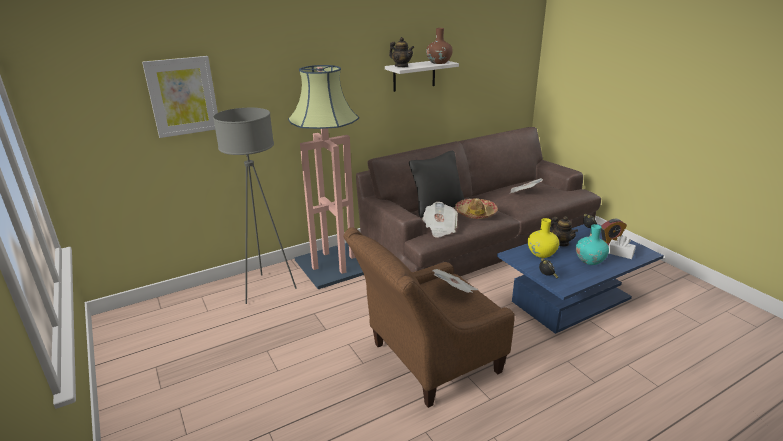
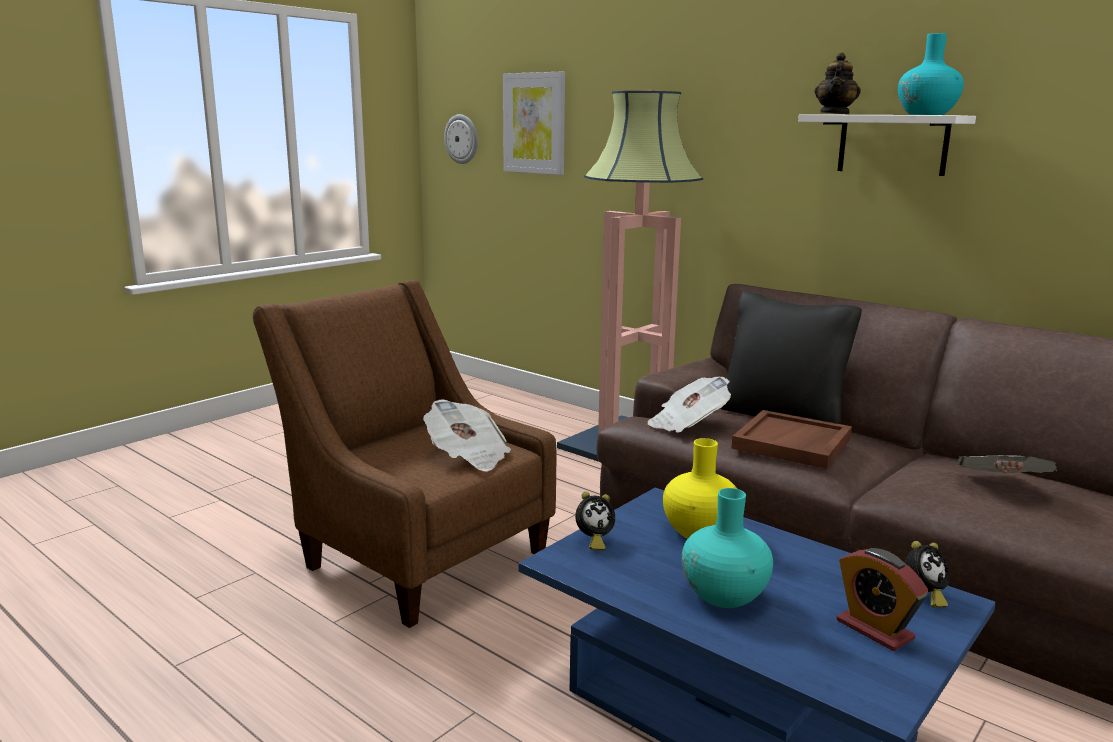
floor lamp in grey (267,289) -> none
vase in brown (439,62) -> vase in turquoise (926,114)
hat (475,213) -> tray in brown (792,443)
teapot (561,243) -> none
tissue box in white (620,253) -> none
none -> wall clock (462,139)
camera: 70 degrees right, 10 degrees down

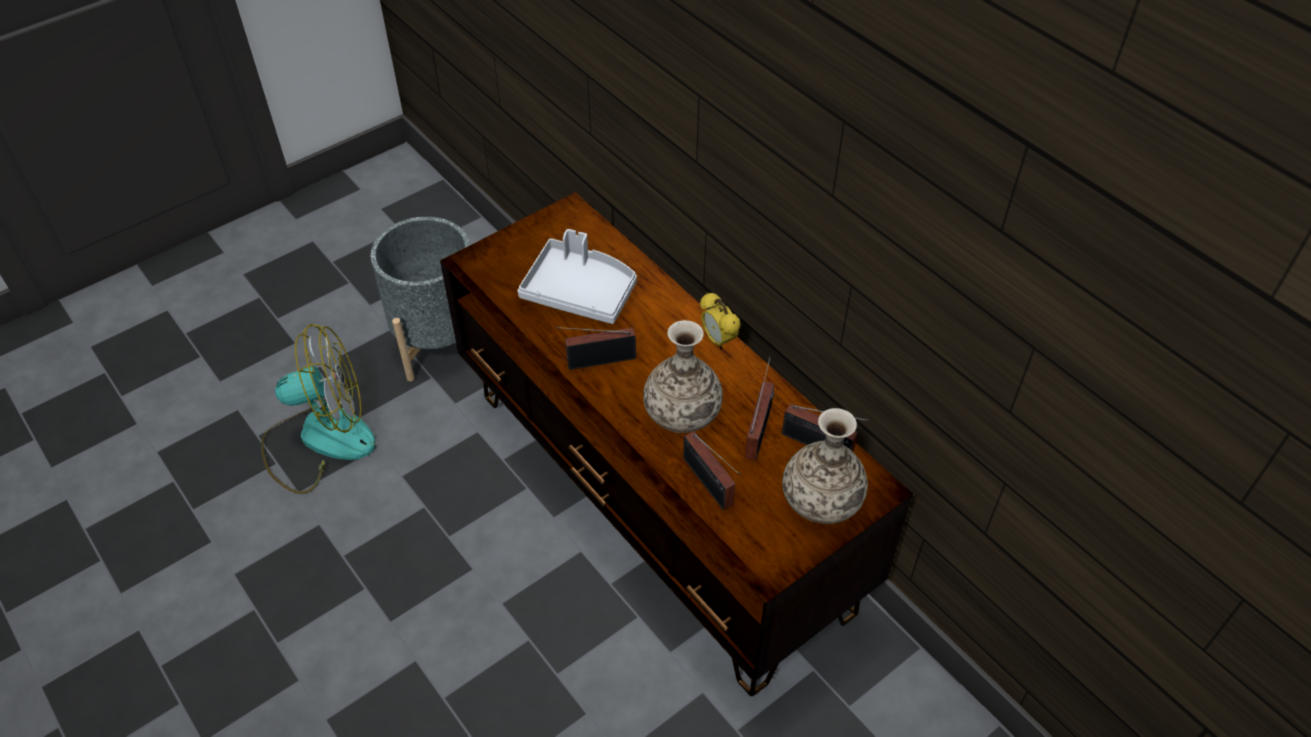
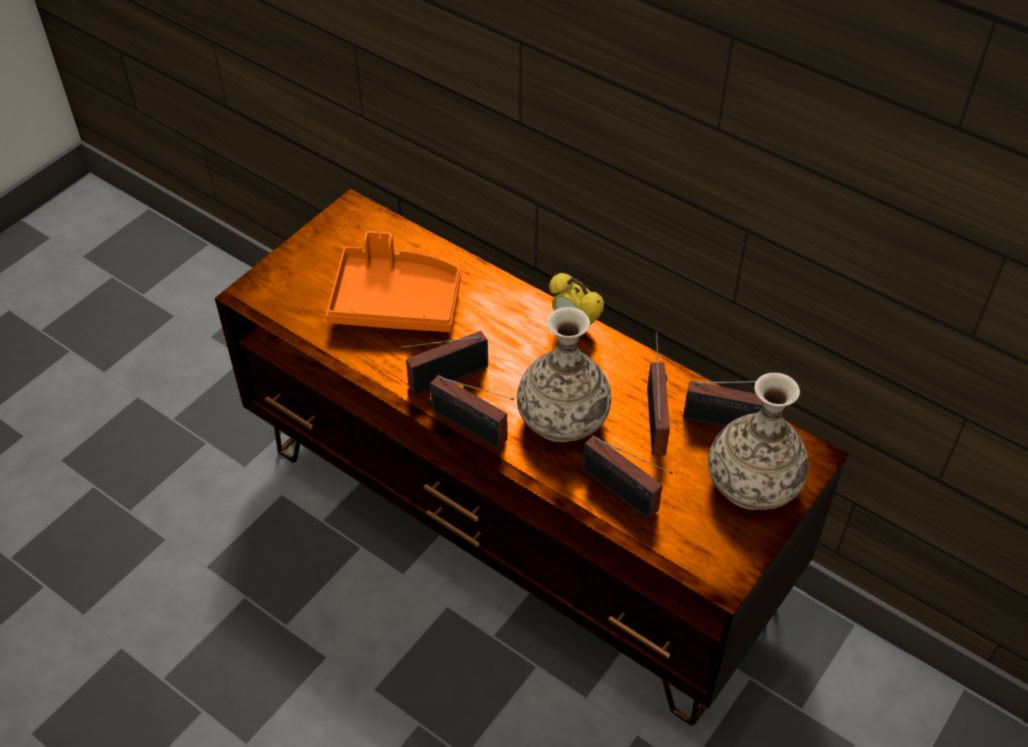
fan (319,439) -> none
planter in grey (439,340) -> none
tray in grey (580,291) -> tray in orange (396,302)
none -> radio (472,428)
camera: 15 degrees left, 0 degrees up

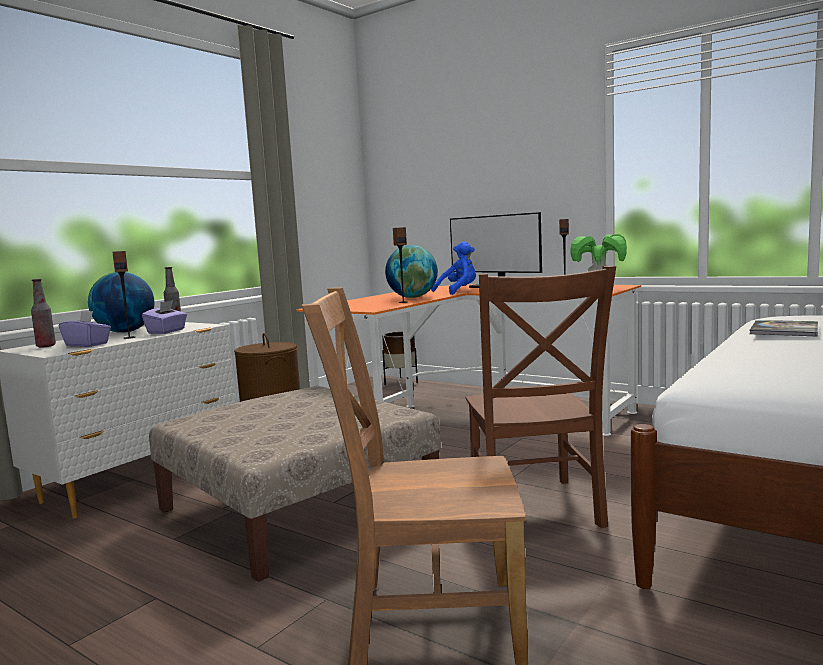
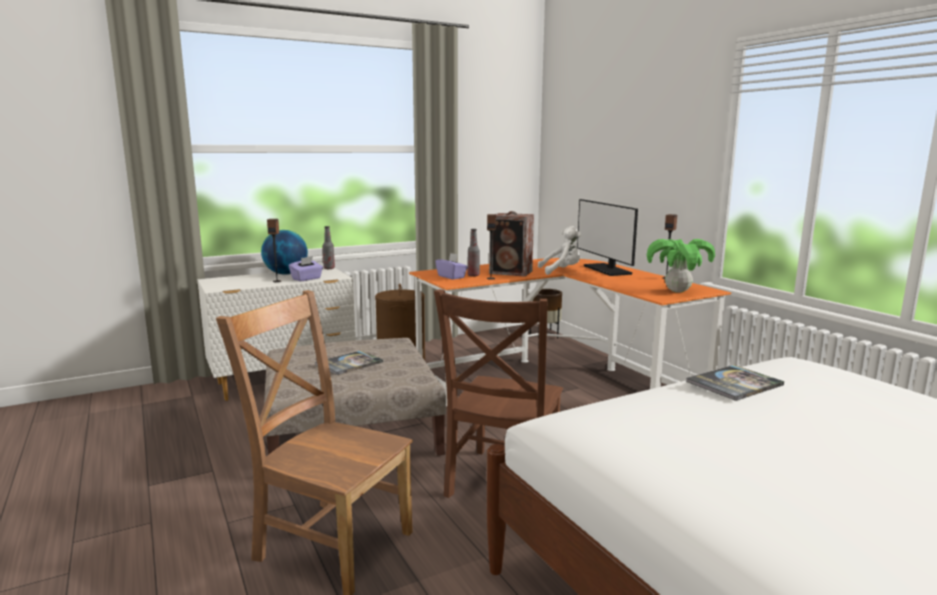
bottle (46,346) -> bottle (473,275), moved
tissue box in purple (87,344) -> tissue box in purple (451,277), moved
globe (413,297) -> speaker (512,272)
plush toy in blue (458,291) -> plush toy in white (561,271)
none -> book (349,363)
camera: 25 degrees right, 5 degrees up

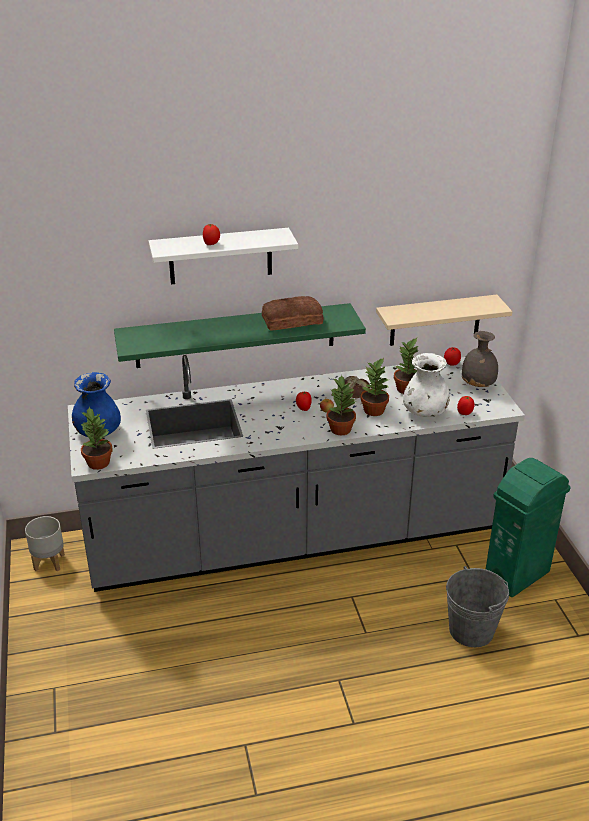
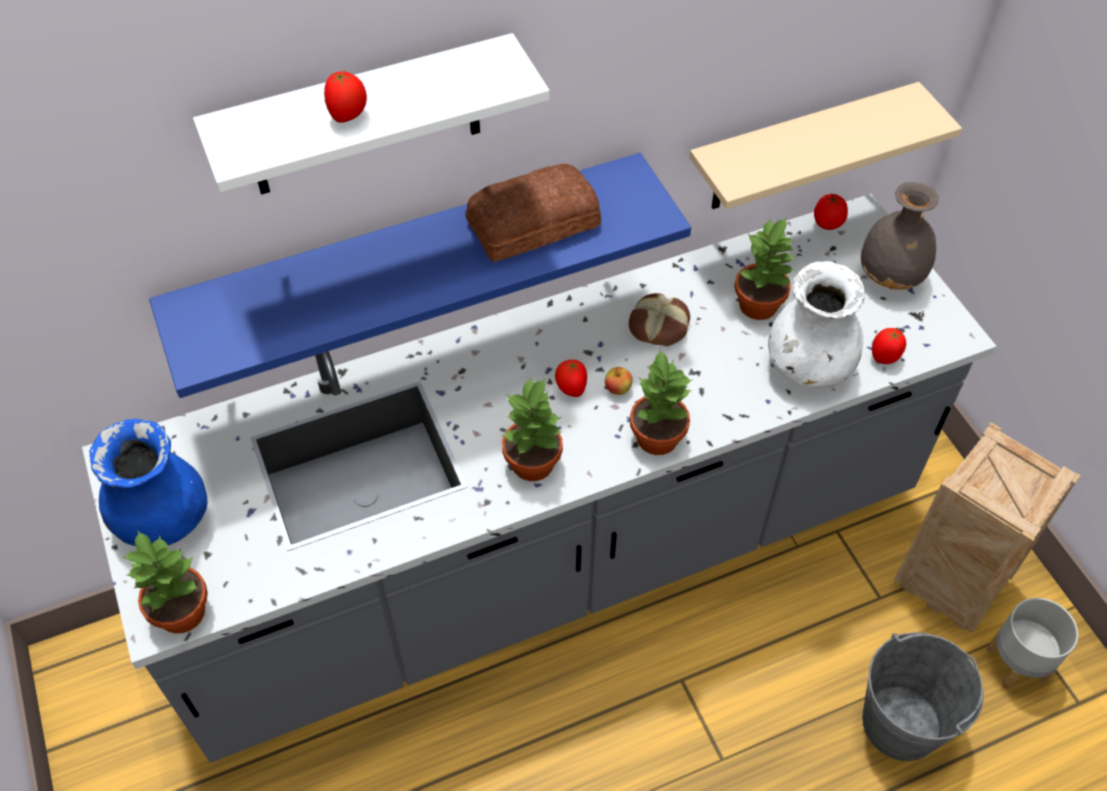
planter in grey (50,562) -> planter in grey (1017,663), moved
shelf in green (235,335) -> shelf in blue (411,255)
potted plant (374,410) -> potted plant (534,464), moved
trash can in green (517,575) -> crate (953,583)
camera: 10 degrees left, 20 degrees up

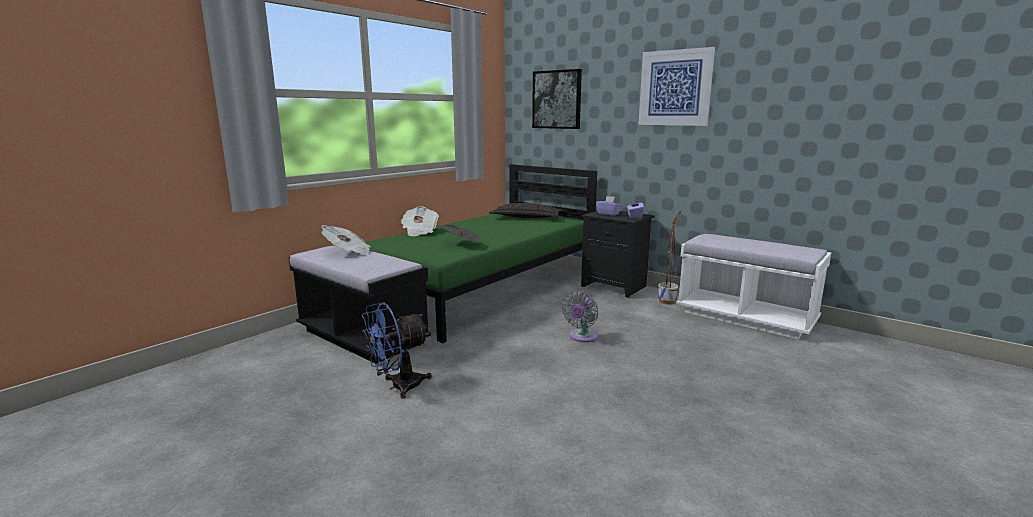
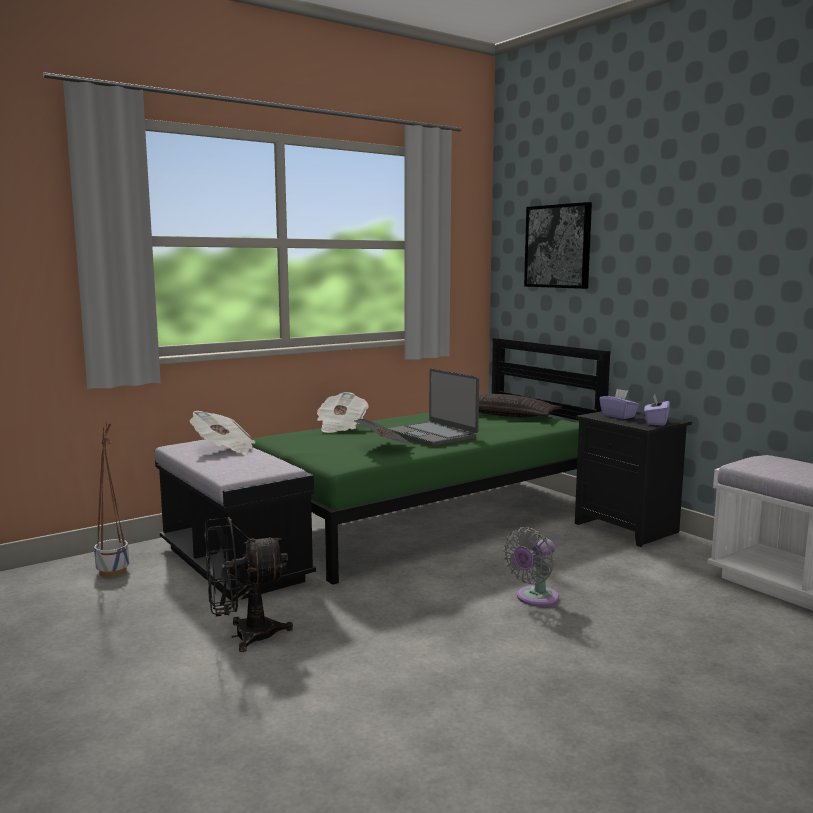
fan in blue (398,387) -> fan in black (244,636)
picture (675,88) -> none
planter (667,301) -> planter (113,571), moved
none -> laptop (432,435)
camera: 15 degrees right, 5 degrees down

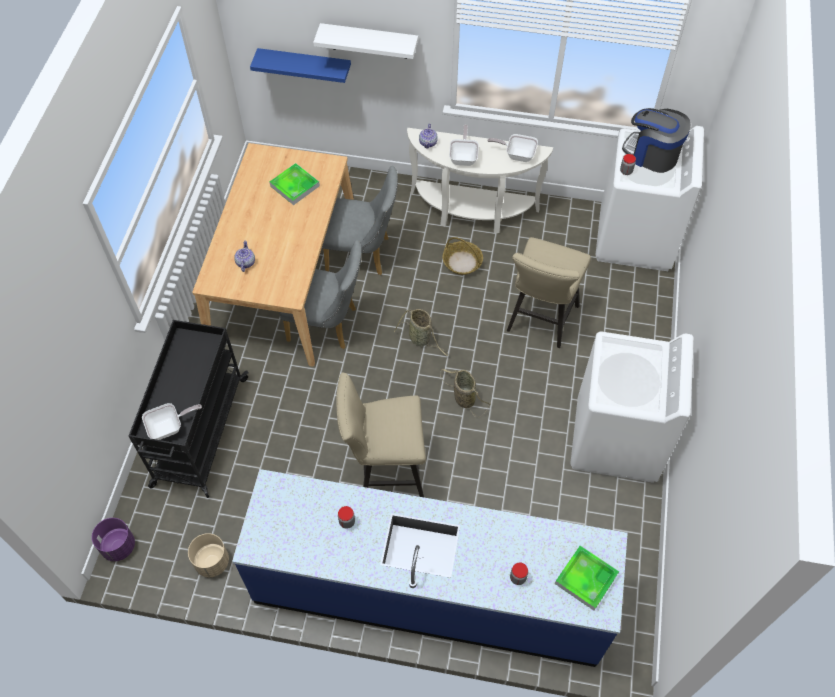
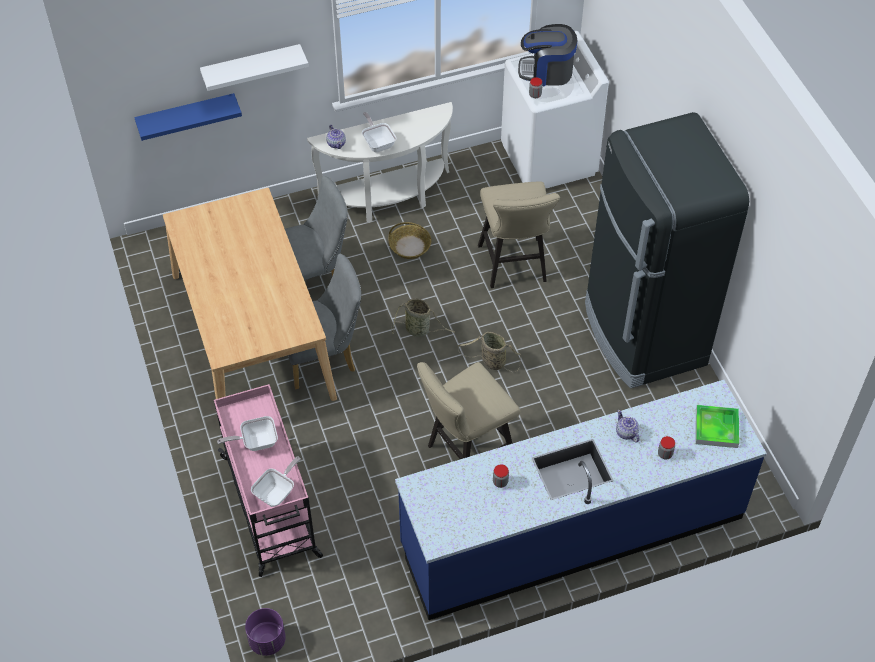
cart in black (199,433) -> cart in pink (271,507)
planter in beige (211,562) -> none
teapot (245,263) -> teapot (626,433), moved
tray (295,186) -> none
frying pan (517,154) -> frying pan (256,442), moved
washing machine in white (616,440) -> fridge in black (643,335)
camera: 30 degrees left, 5 degrees down

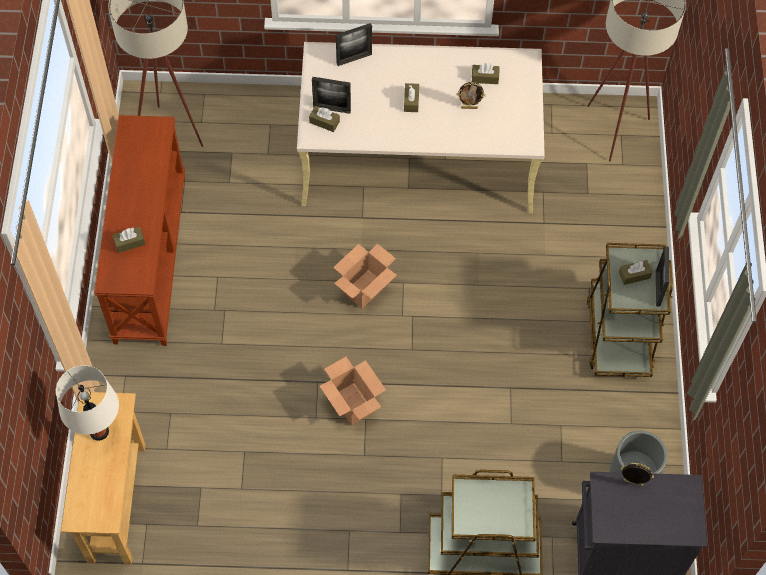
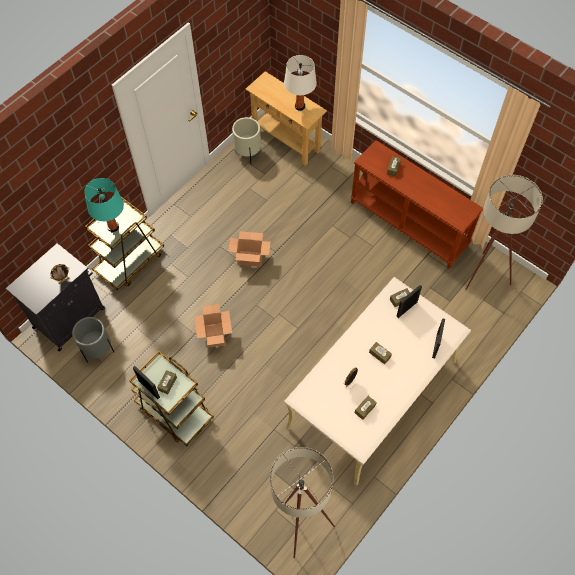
cardboard box (365,288) -> cardboard box (215,335), moved
none -> table lamp in turquoise (113,227)
none -> planter in beige (248,153)
camera: 130 degrees right, 0 degrees up

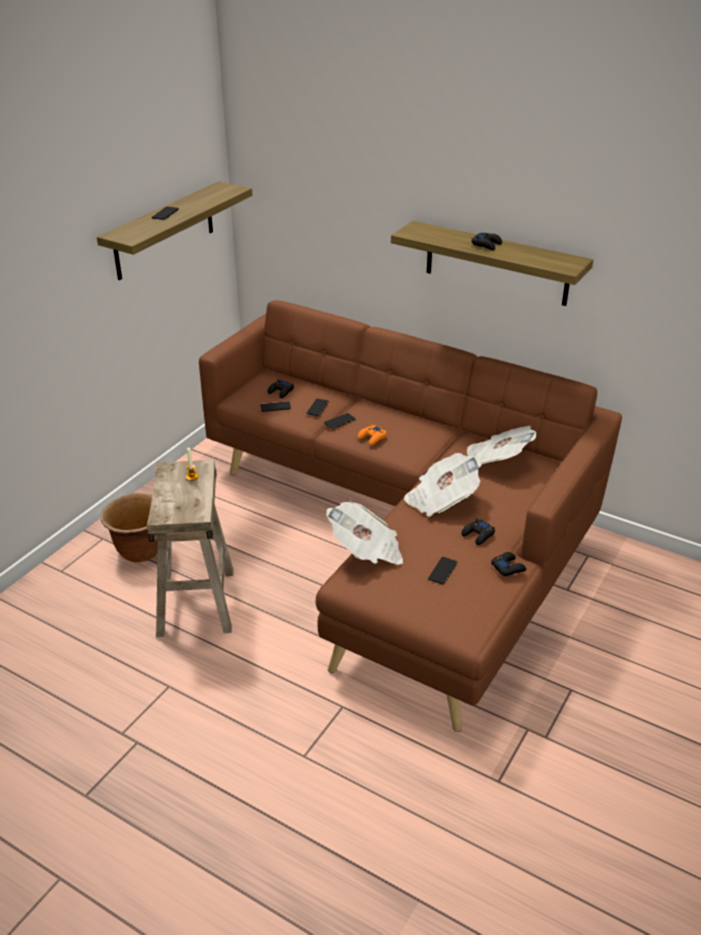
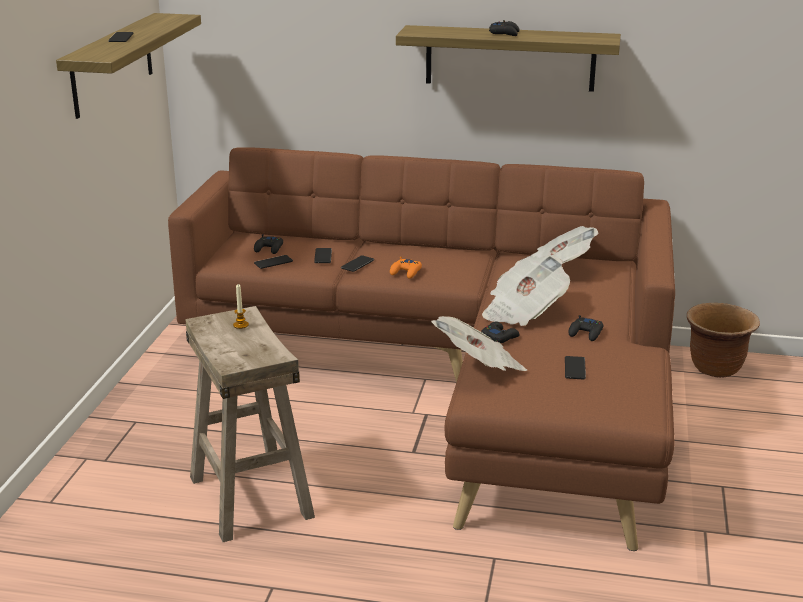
planter in brown (140,551) -> planter in brown (716,368), moved
game controller in black (508,567) -> game controller in black (499,337), moved
camera: 20 degrees left, 10 degrees down

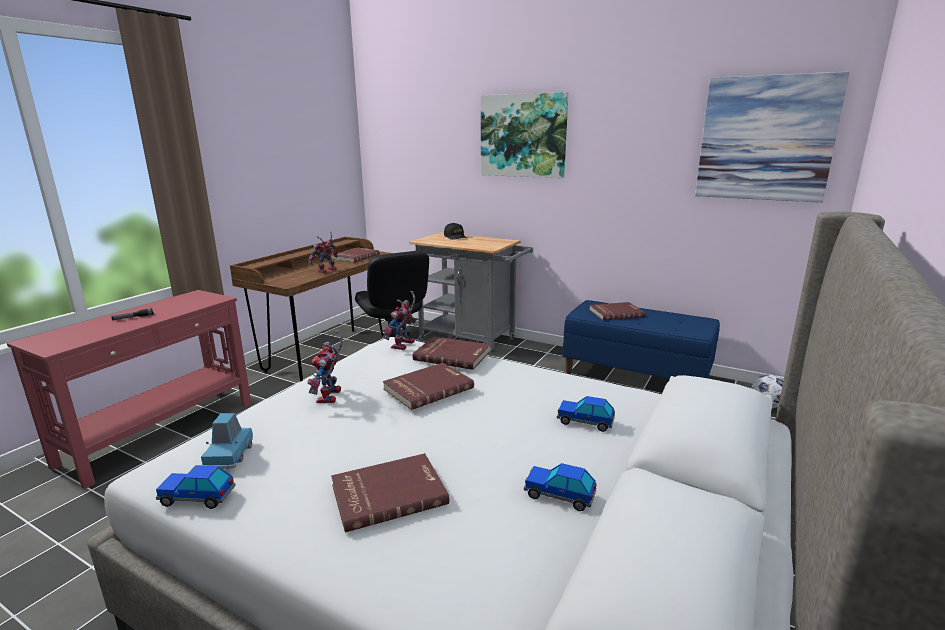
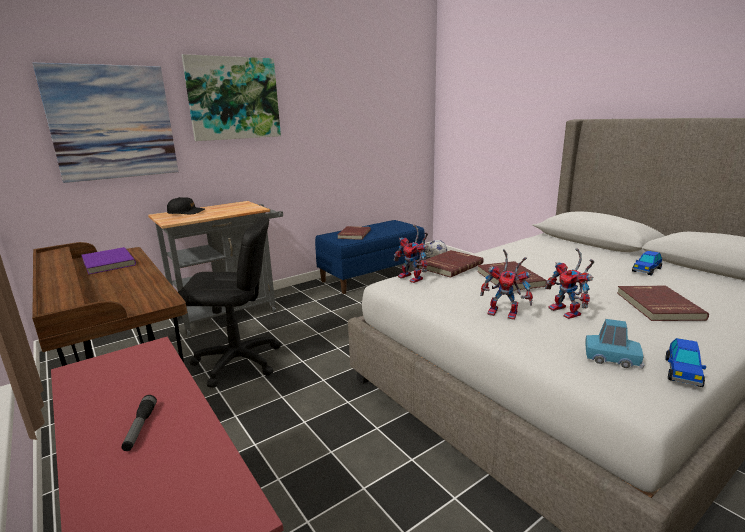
toy robot (326,271) -> toy robot (568,312), moved
book in red (355,257) -> book in purple (107,263)
toy car (585,422) -> none
picture (765,139) -> picture (112,123), moved
camera: 65 degrees left, 0 degrees up

